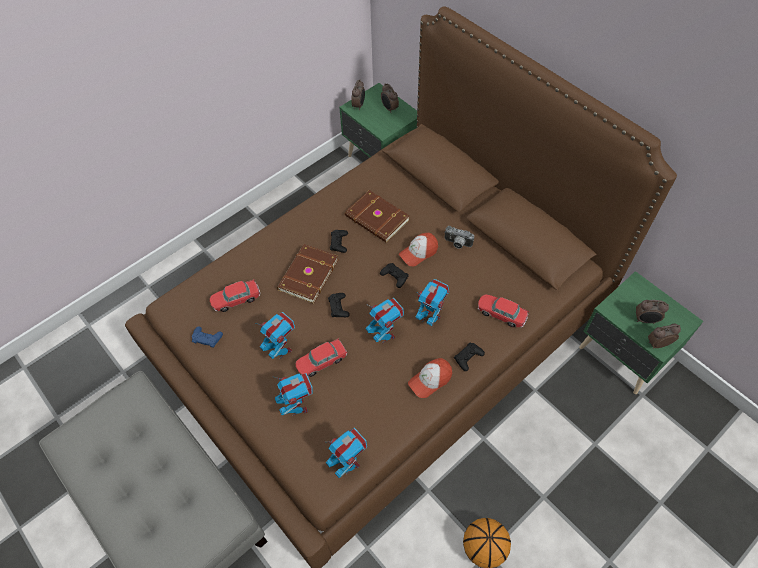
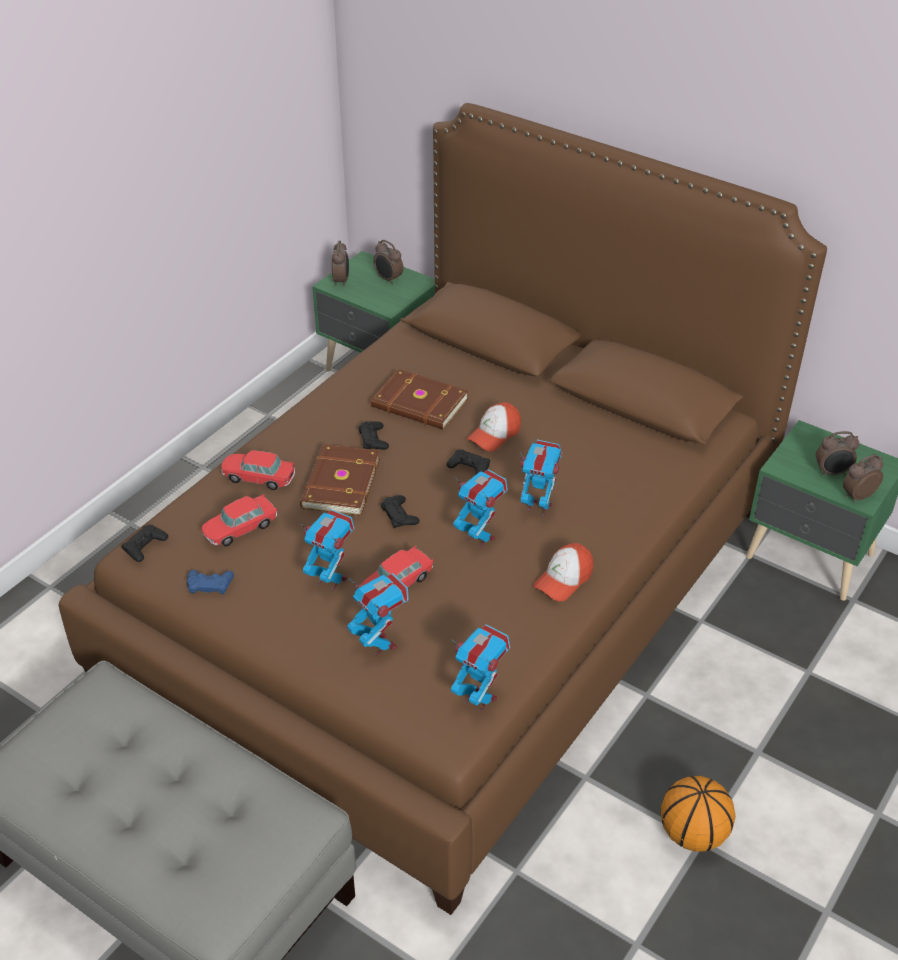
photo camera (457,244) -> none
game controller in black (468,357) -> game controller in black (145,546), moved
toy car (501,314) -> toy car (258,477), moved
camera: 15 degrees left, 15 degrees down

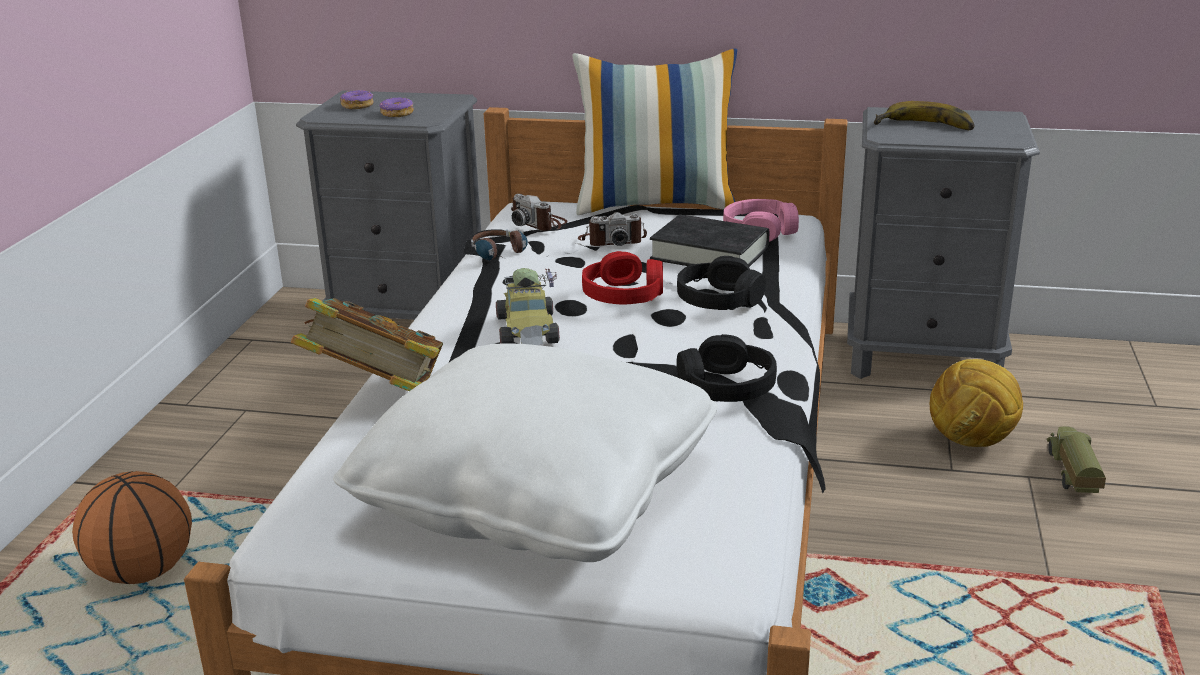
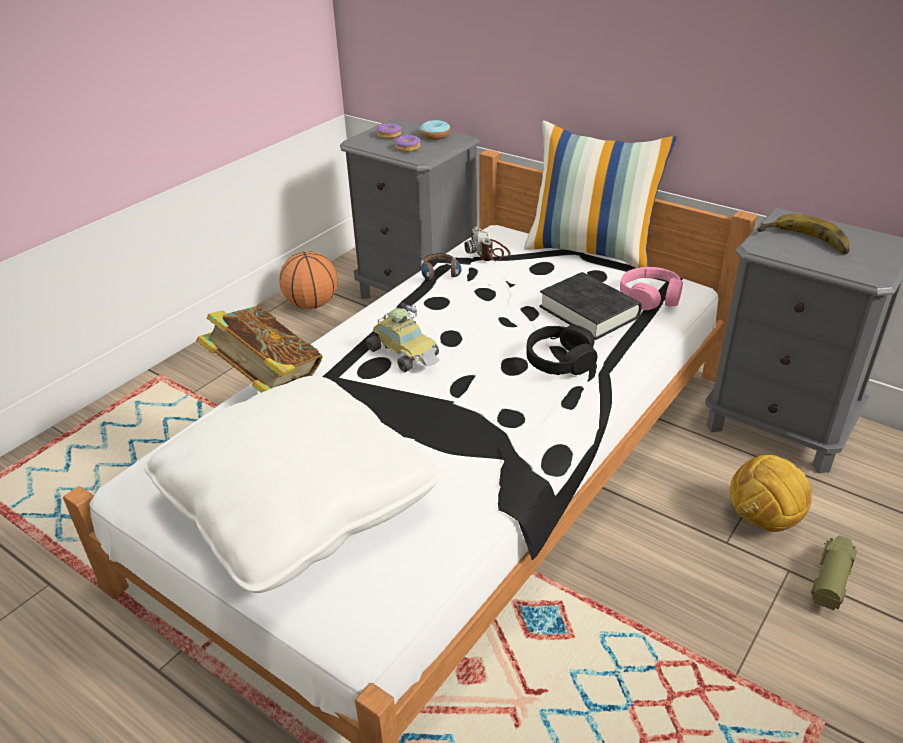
basketball (143,572) -> basketball (312,304), moved
toy car (529,331) -> toy car (405,353), 60 degrees counterclockwise
photo camera (612,241) -> none
headphones in red (624,295) -> none
headphones in black (726,387) -> none
none -> donut (435,136)
camera: 25 degrees right, 10 degrees up

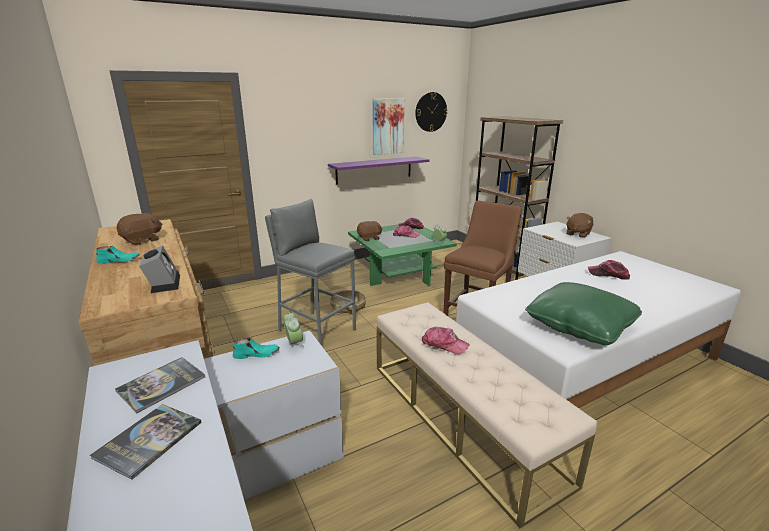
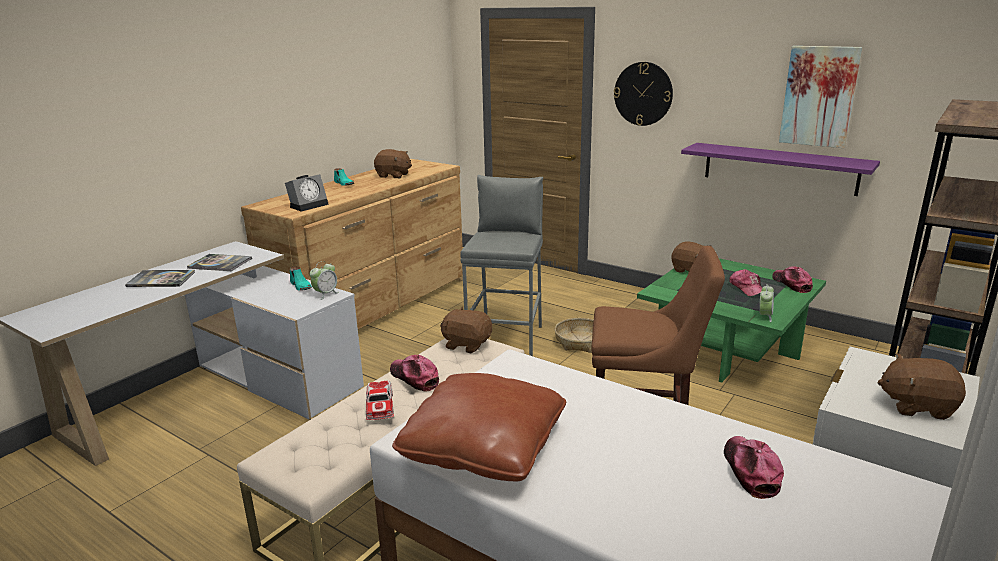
wall clock (430,112) -> wall clock (643,94), moved
cap (444,344) -> cap (414,378), 135 degrees clockwise
pillow in green (579,326) -> pillow in brown (483,447)
none -> toy car (380,406)
none -> plush toy in brown (467,344)
camera: 65 degrees right, 0 degrees up

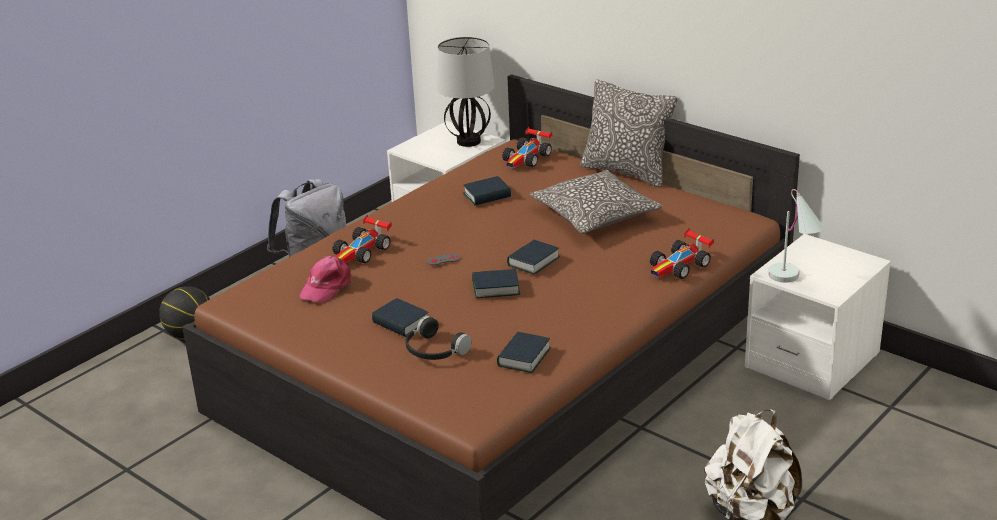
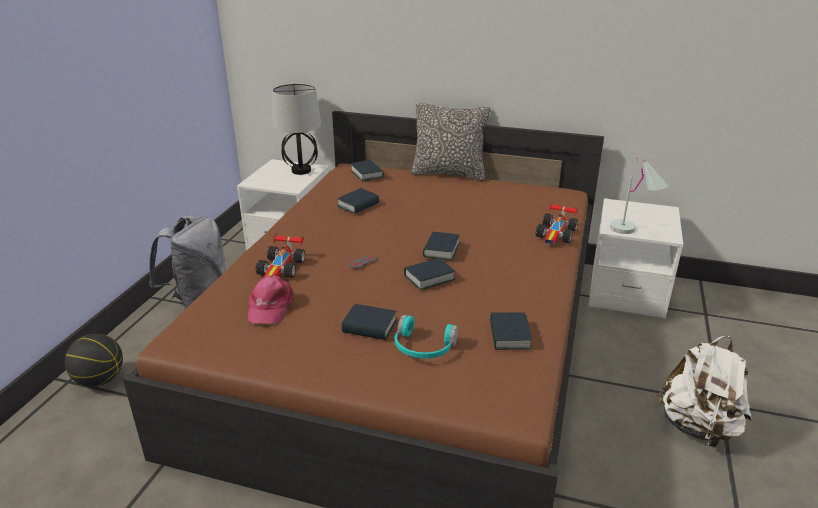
headphones in black (433,350) -> headphones in turquoise (423,348)
toy car (527,158) -> book (367,174)
pillow (595,215) -> none
camera: 25 degrees left, 0 degrees up

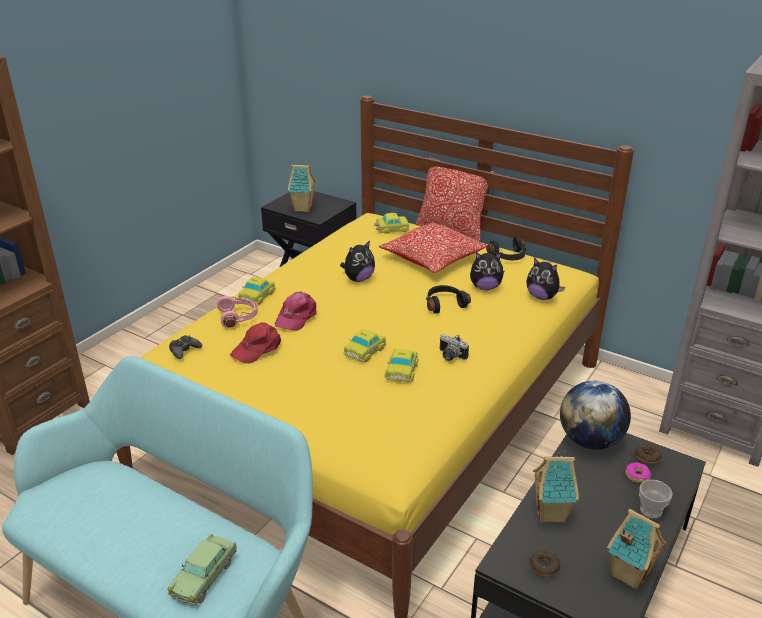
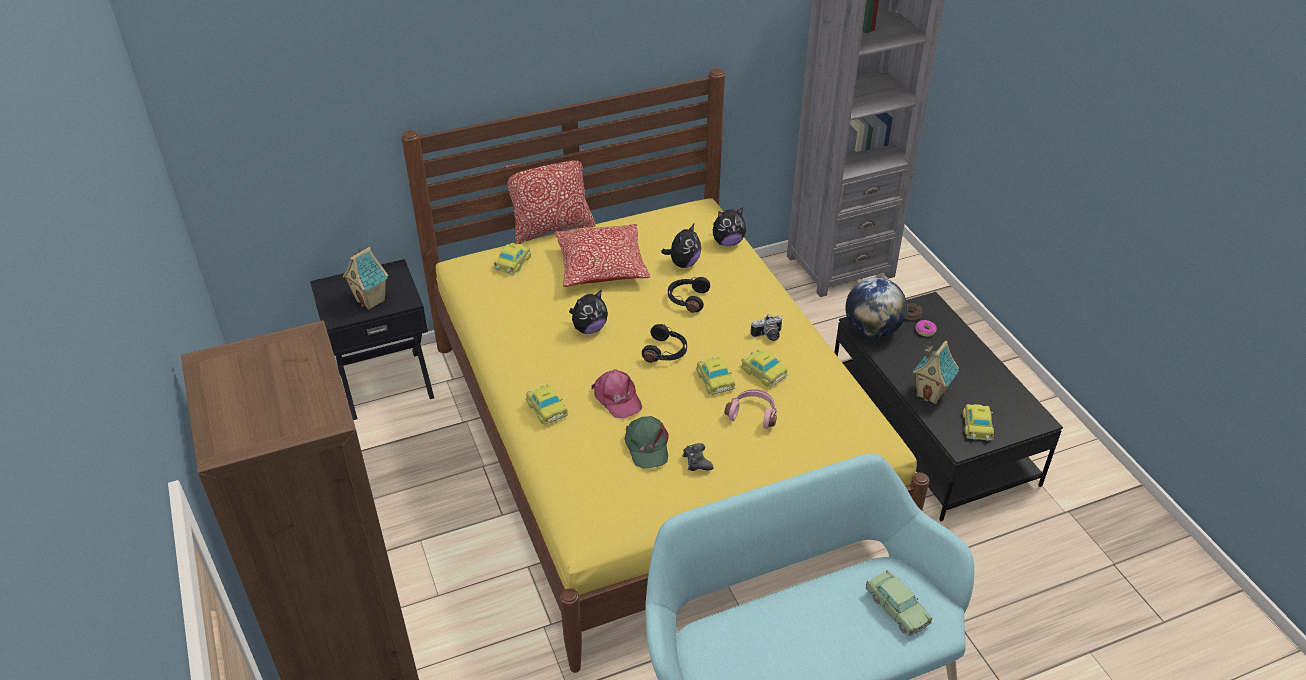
game controller in black (184,350) -> game controller in black (697,461), moved
headphones in pink (238,317) -> headphones in pink (753,413), moved
cap in red (257,348) -> cap in green (646,445)
plush toy (358,279) -> plush toy (589,328), 60 degrees clockwise
headphones in black (508,256) -> headphones in black (666,352), moved
donut (544,567) -> toy car (977,427)
toy house (628,574) -> none
cup (651,510) -> none
camera: 55 degrees left, 10 degrees up

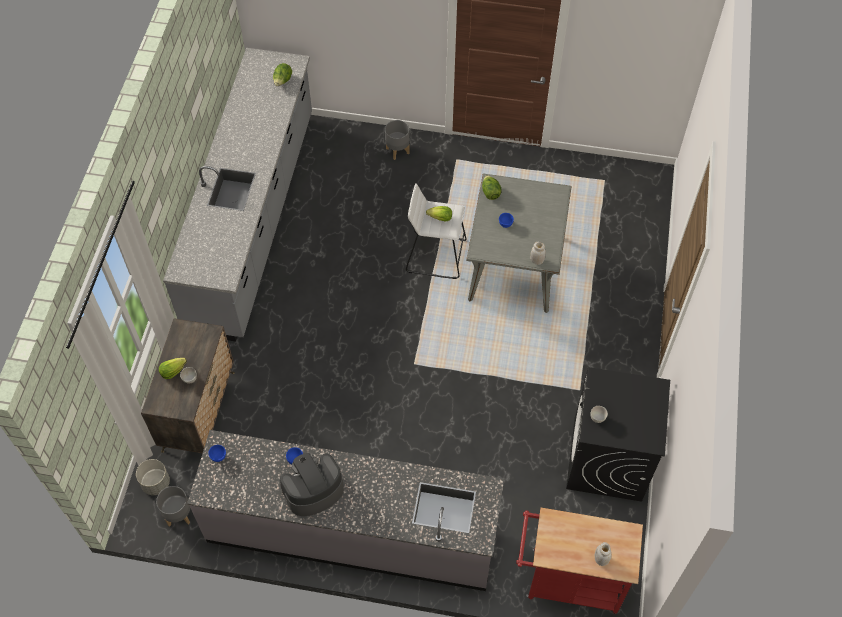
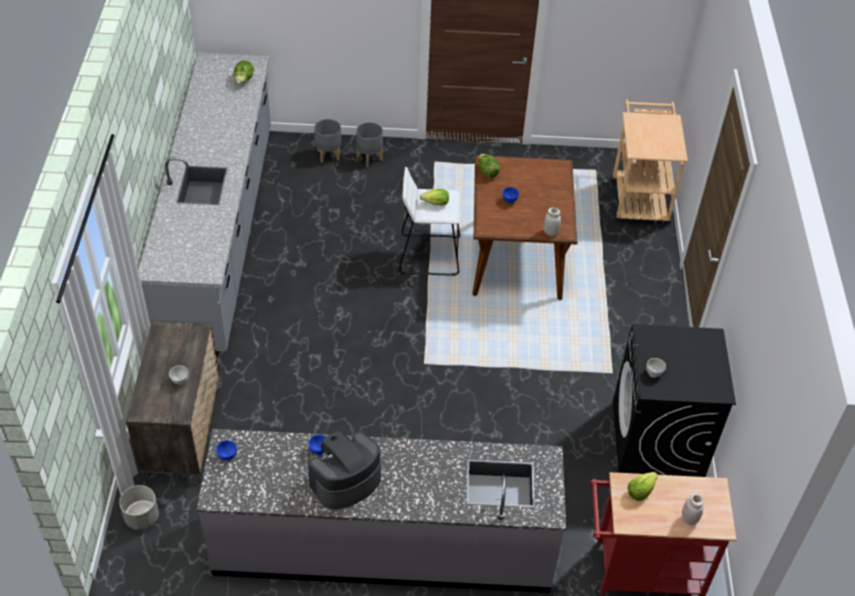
planter in grey (178,515) -> planter in grey (328,155), moved
lettuce (172,371) -> lettuce (640,491), moved
dining table in grey (514,268) -> dining table in brown (516,259)
none -> cart in beige (638,196)
camera: 10 degrees left, 10 degrees down

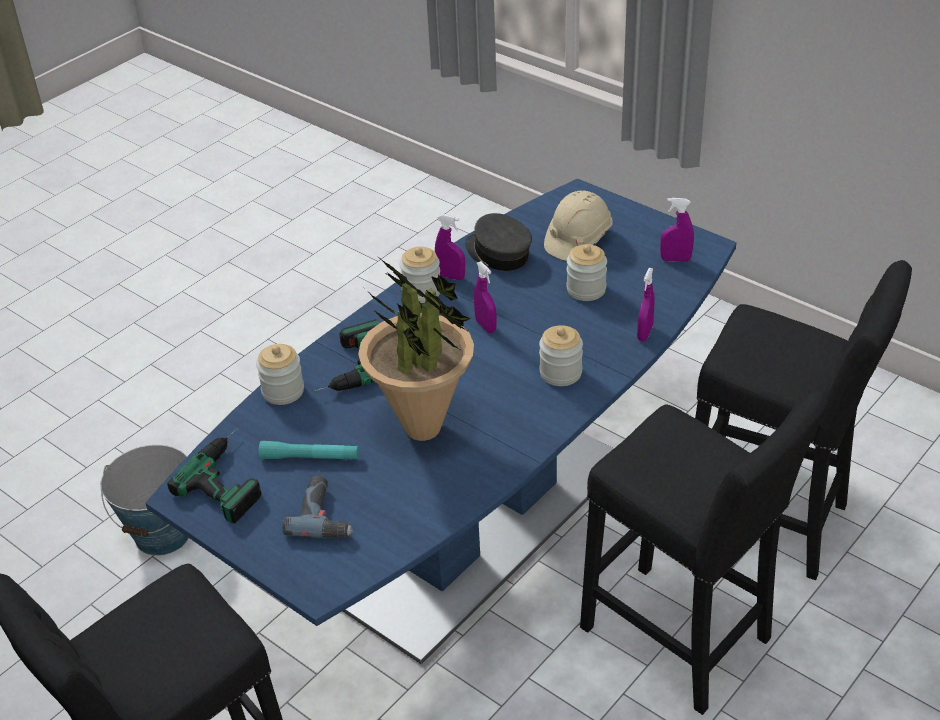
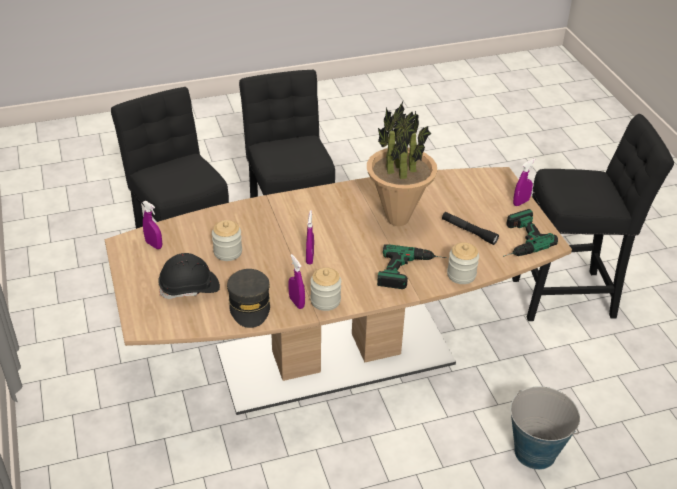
dining table in blue (477,525) -> dining table in brown (336,355)
flashlight in turquoise (310,457) -> flashlight in black (469,231)
power drill (325,515) -> none
jar (560,373) -> none
hard hat in beige (577,240) -> hard hat in black (189,288)
spray bottle in purple (645,333) -> spray bottle in purple (521,202), moved
camera: 150 degrees left, 0 degrees up

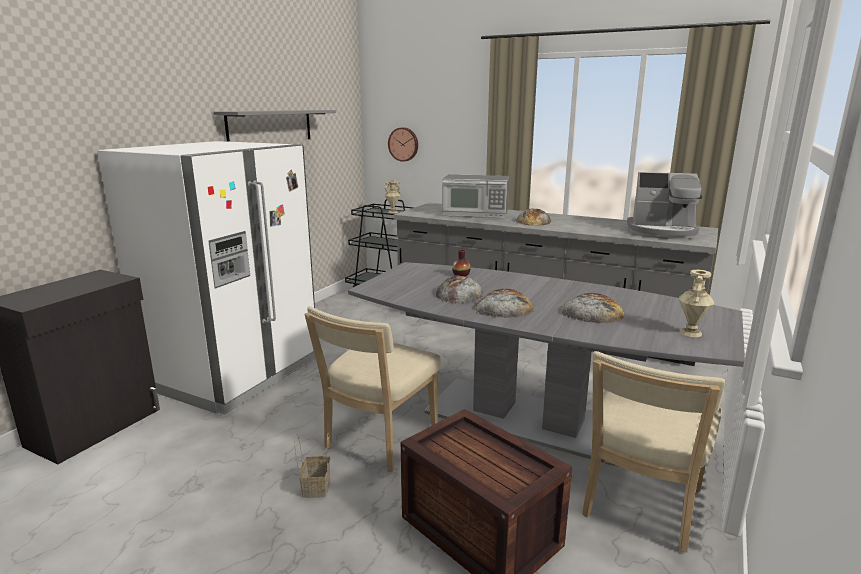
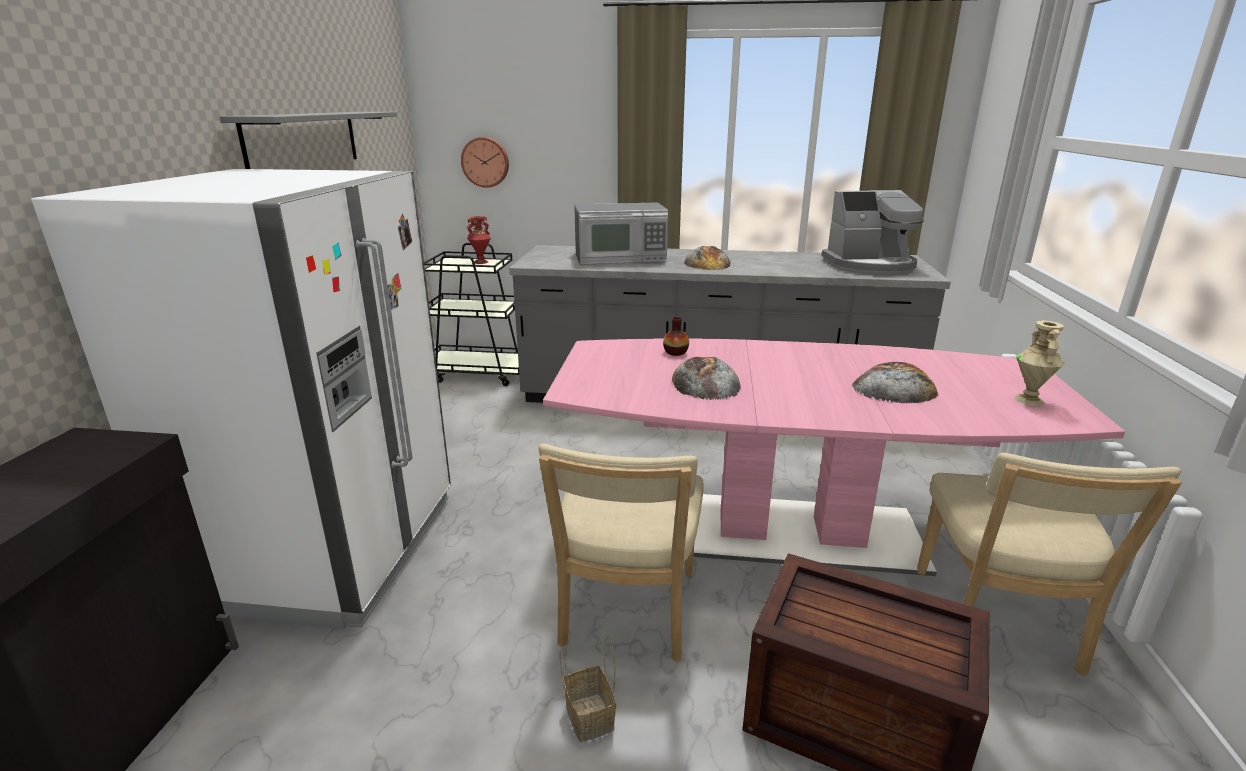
dining table in grey (527,418) -> dining table in pink (789,532)
vase in beige (393,212) -> vase in red (481,262)
bread (504,308) -> none
camera: 20 degrees left, 5 degrees up

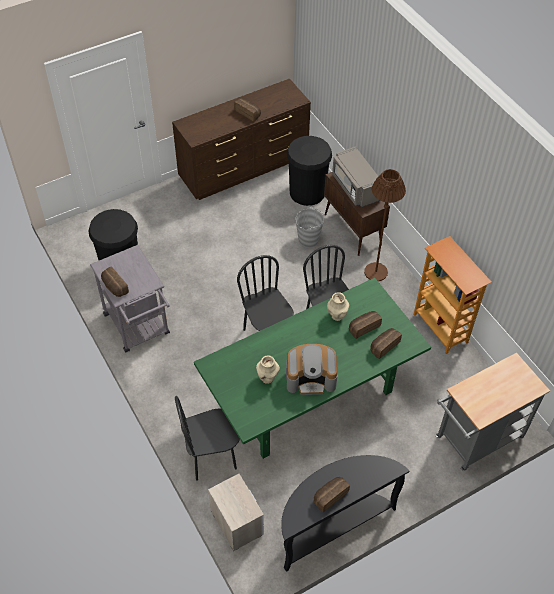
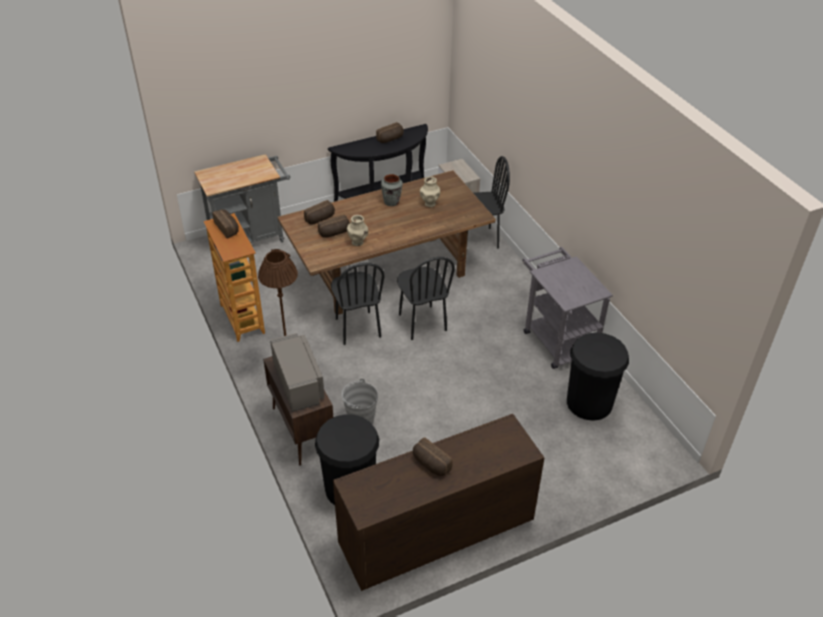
bread (114,287) -> bread (228,228), moved
dining table in green (310,395) -> dining table in brown (386,274)
coffee machine (311,378) -> vase in grey (391,202)
camera: 175 degrees left, 10 degrees down

